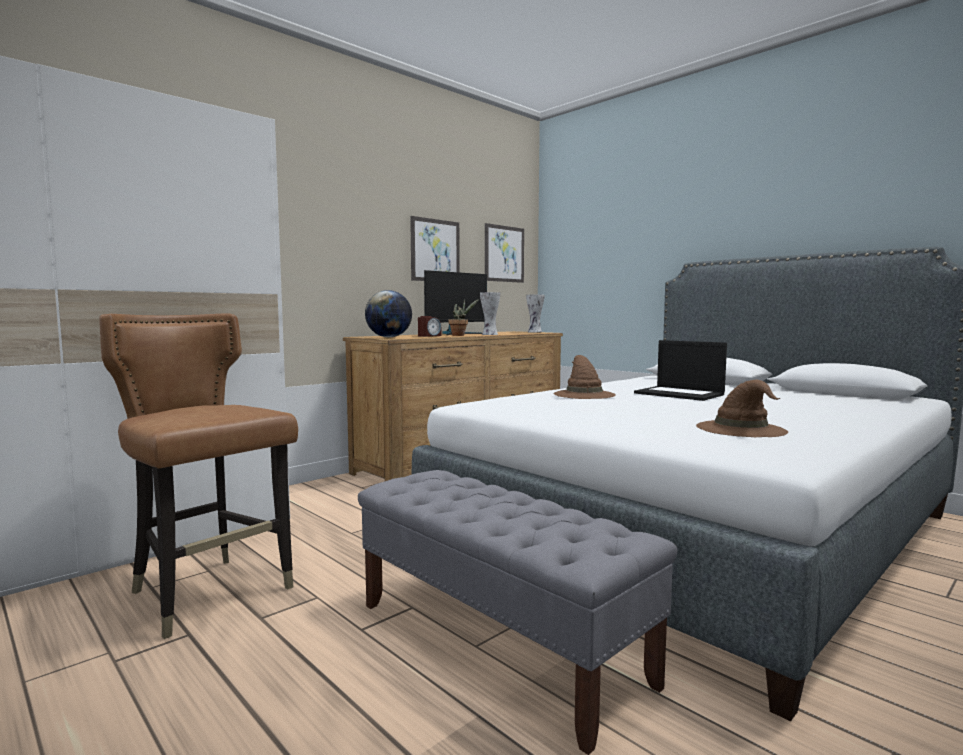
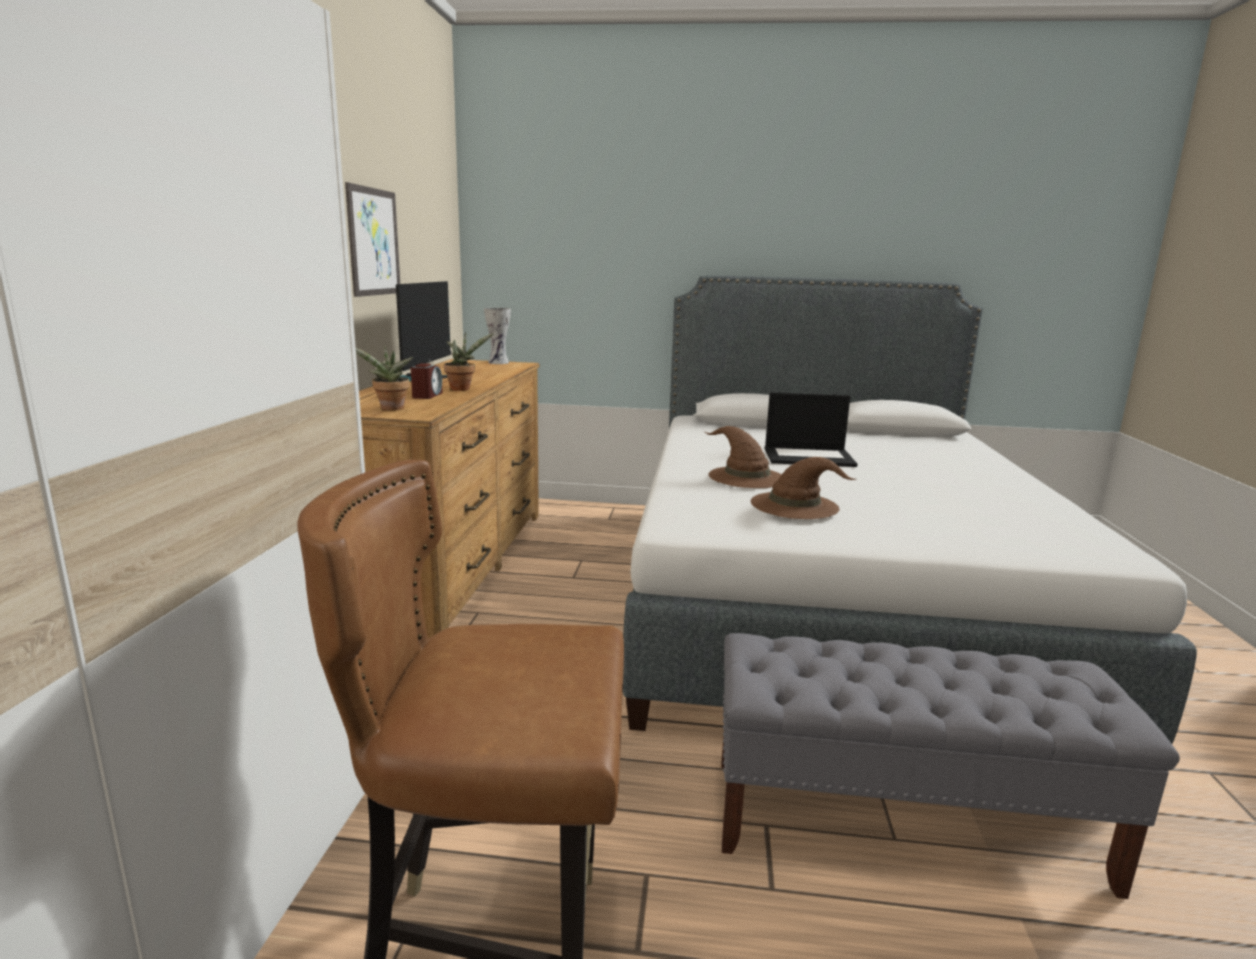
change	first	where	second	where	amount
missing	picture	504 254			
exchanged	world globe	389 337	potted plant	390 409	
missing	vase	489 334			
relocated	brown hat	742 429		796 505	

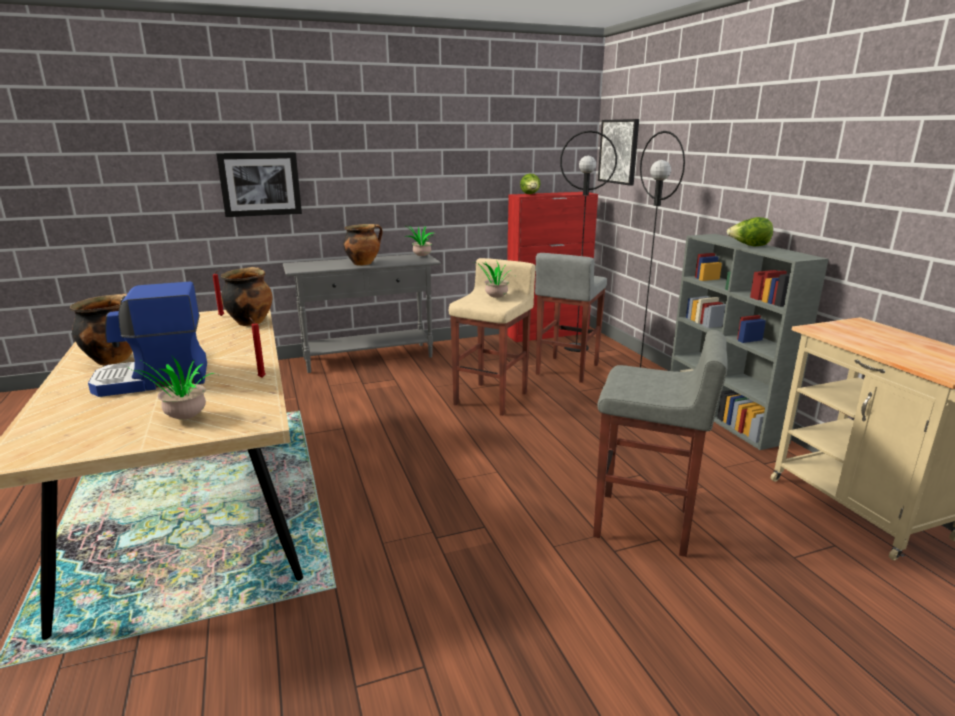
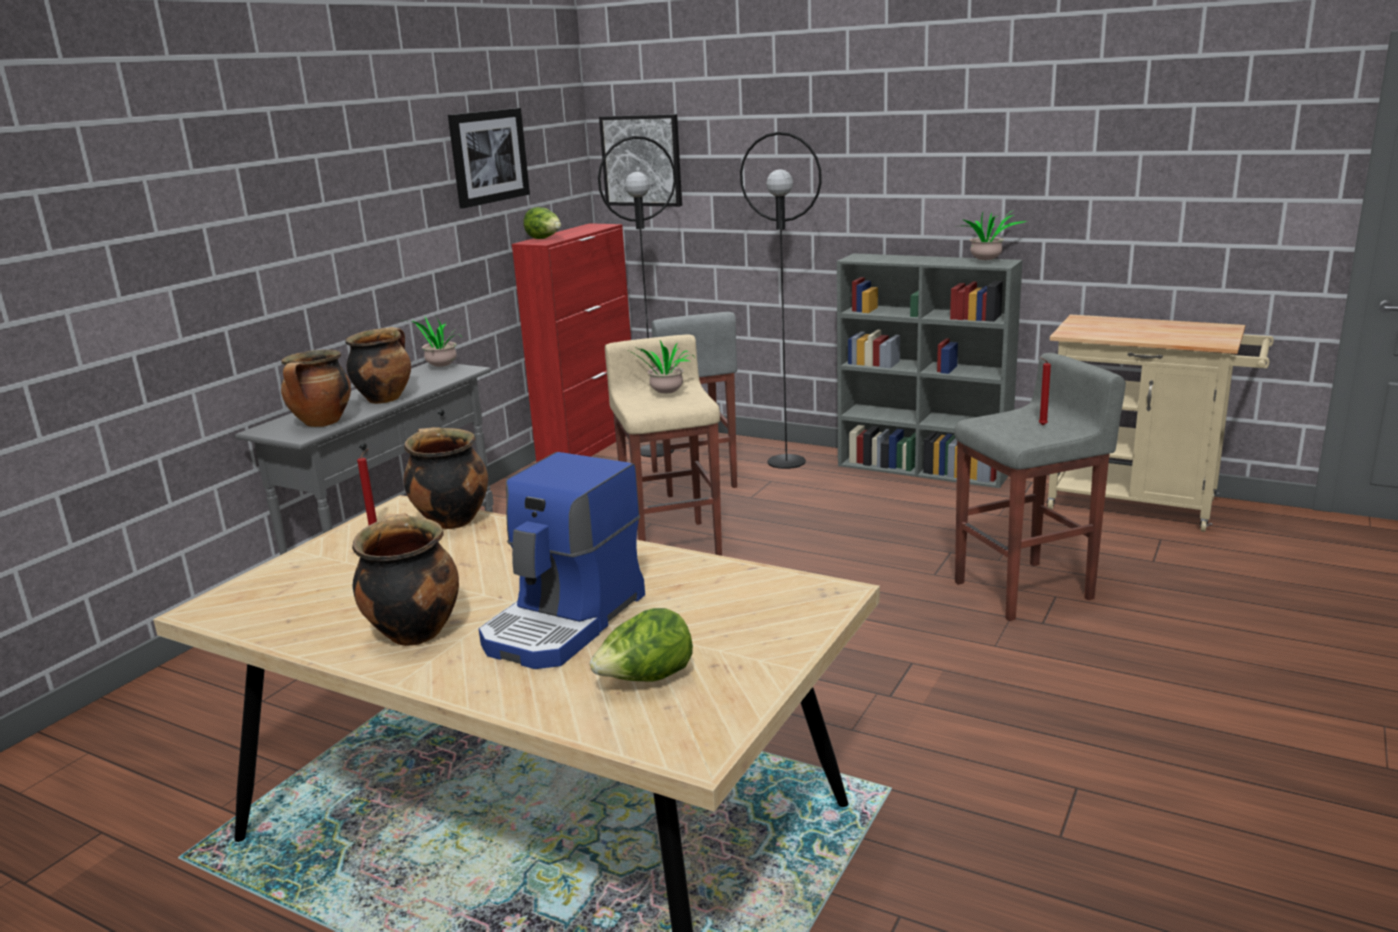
change	first	where	second	where	amount
relocated	picture	260 184		488 156	
relocated	head of lettuce	749 246		646 680	
relocated	red-coloured candle	261 377		1041 425	
relocated	potted plant	183 419		987 262	
appeared			stockpot	322 423	

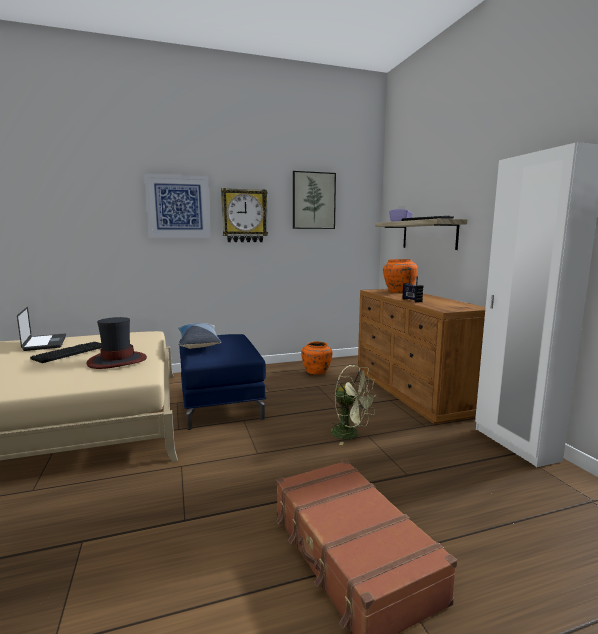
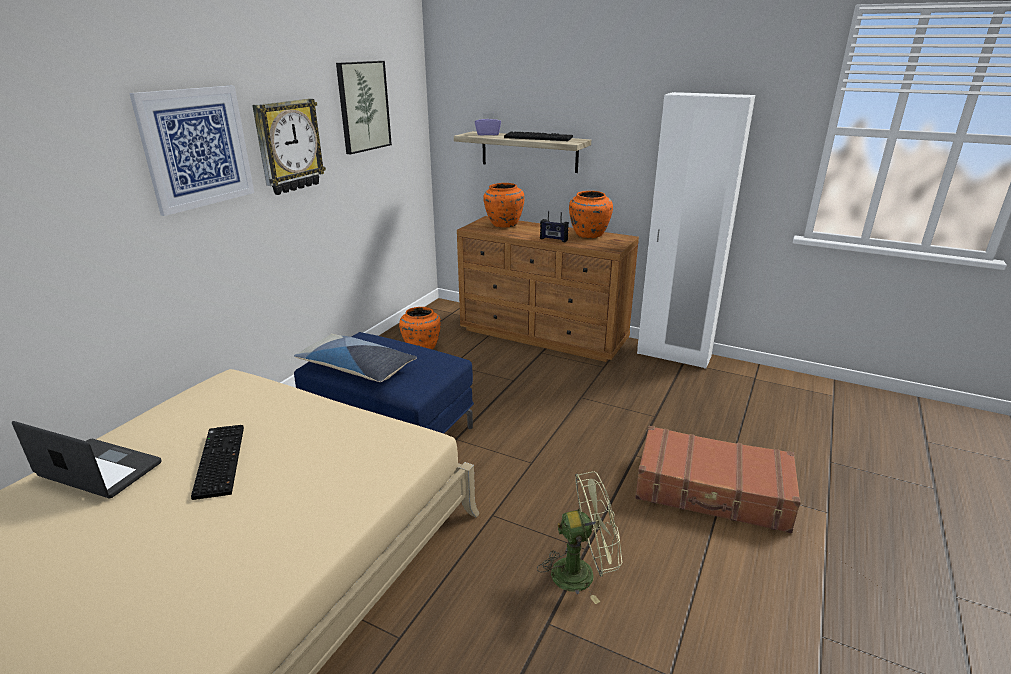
change	first	where	second	where	amount
missing	hat	117 361			
relocated	greenish cooling fan	350 434		582 572	
appeared			orange-coloured vase	588 235	

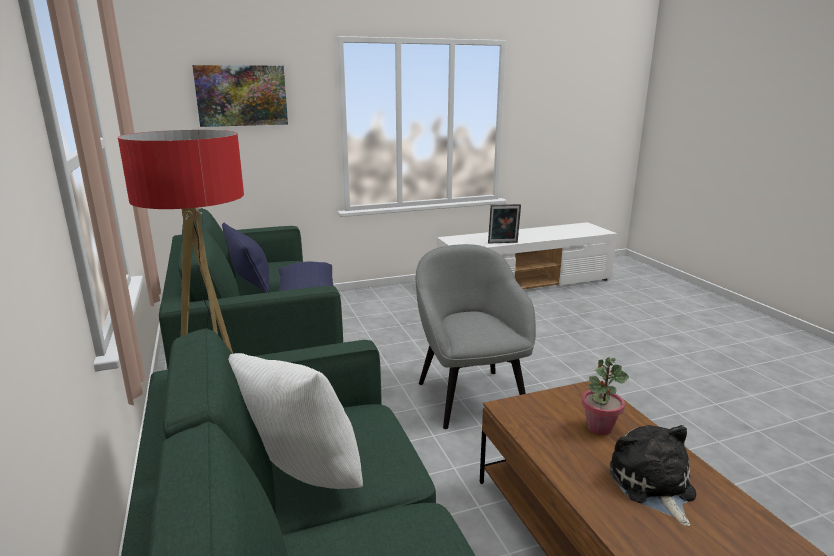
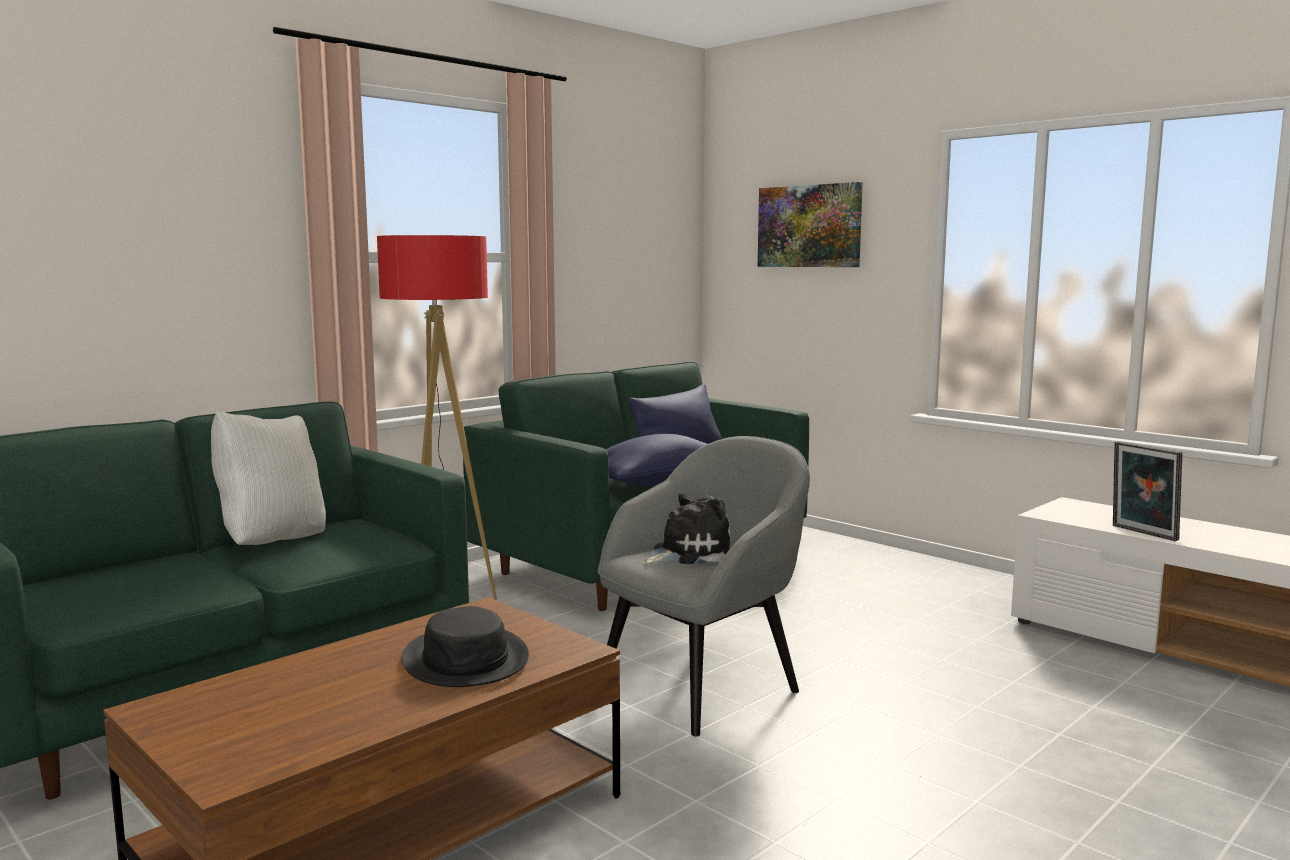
change	first	where	second	where	amount
exchanged	potted plant	599 427	black hat	466 659	
relocated	plush toy	652 486		688 553	

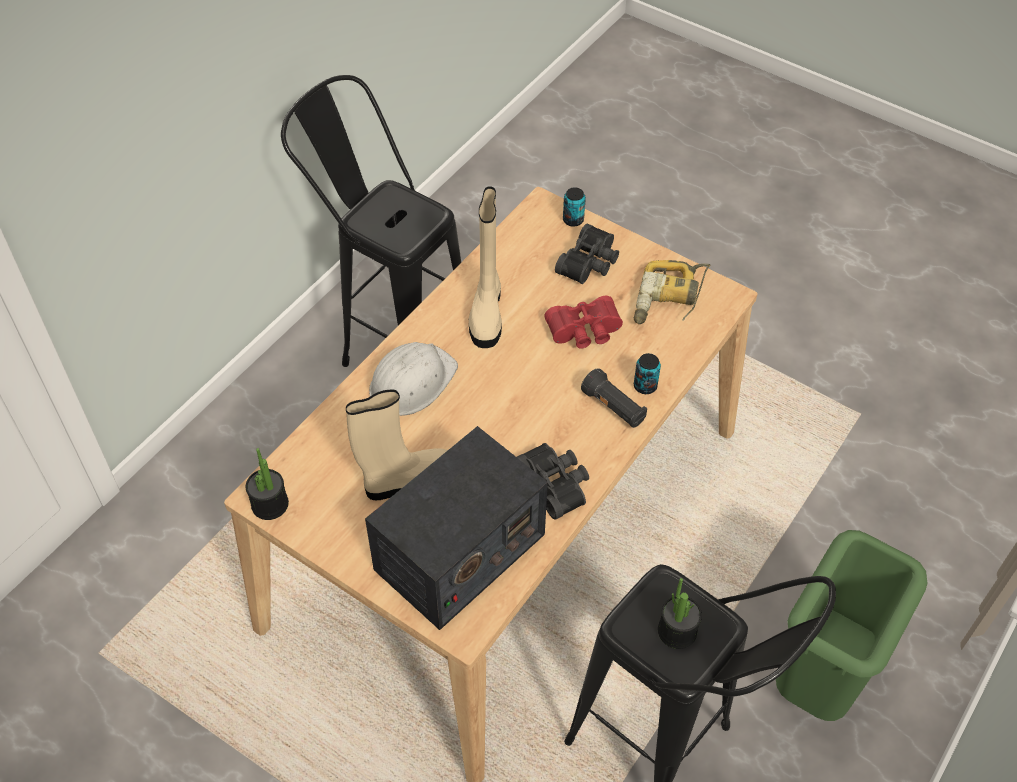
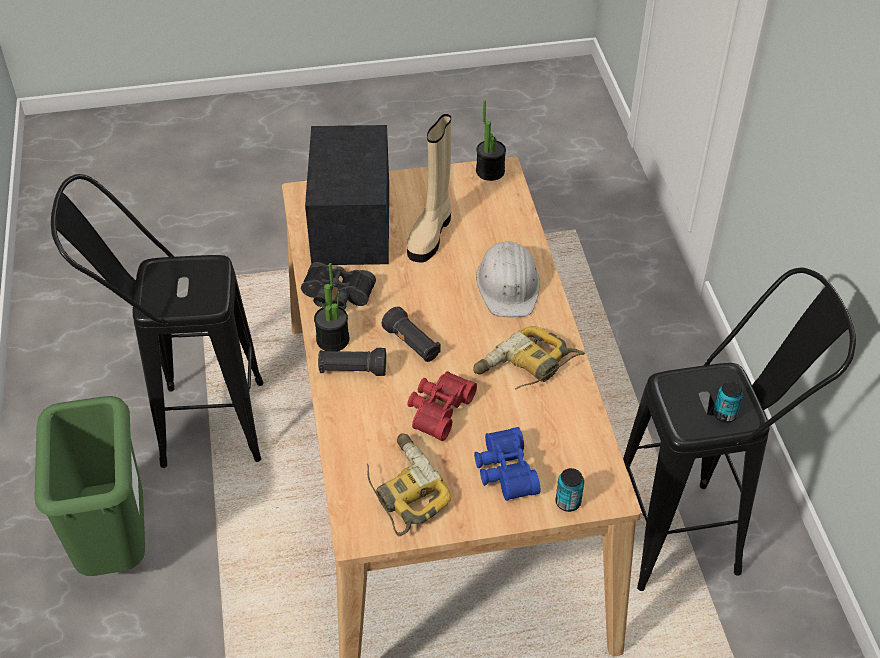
change	first	where	second	where	amount
exchanged	sand-coloured boot	487 313	electric drill	526 368	
colour	black field glasses	590 263	blue-coloured field glasses	503 472	
relocated	sealed can	645 386		724 414	
relocated	potted plant	677 631		332 340	
appeared			black hand torch	412 344	

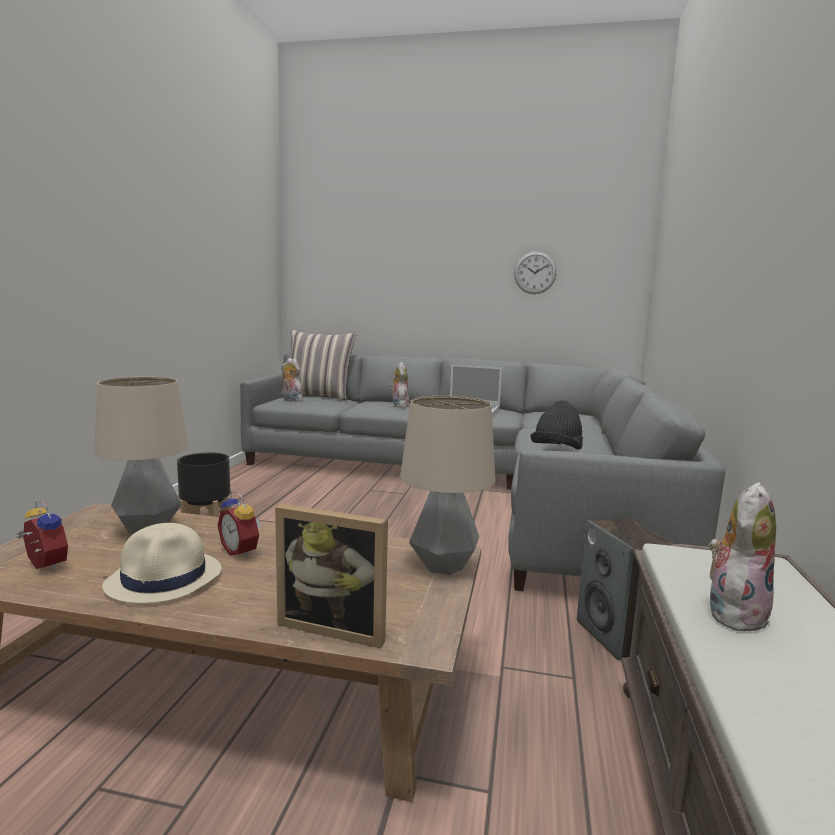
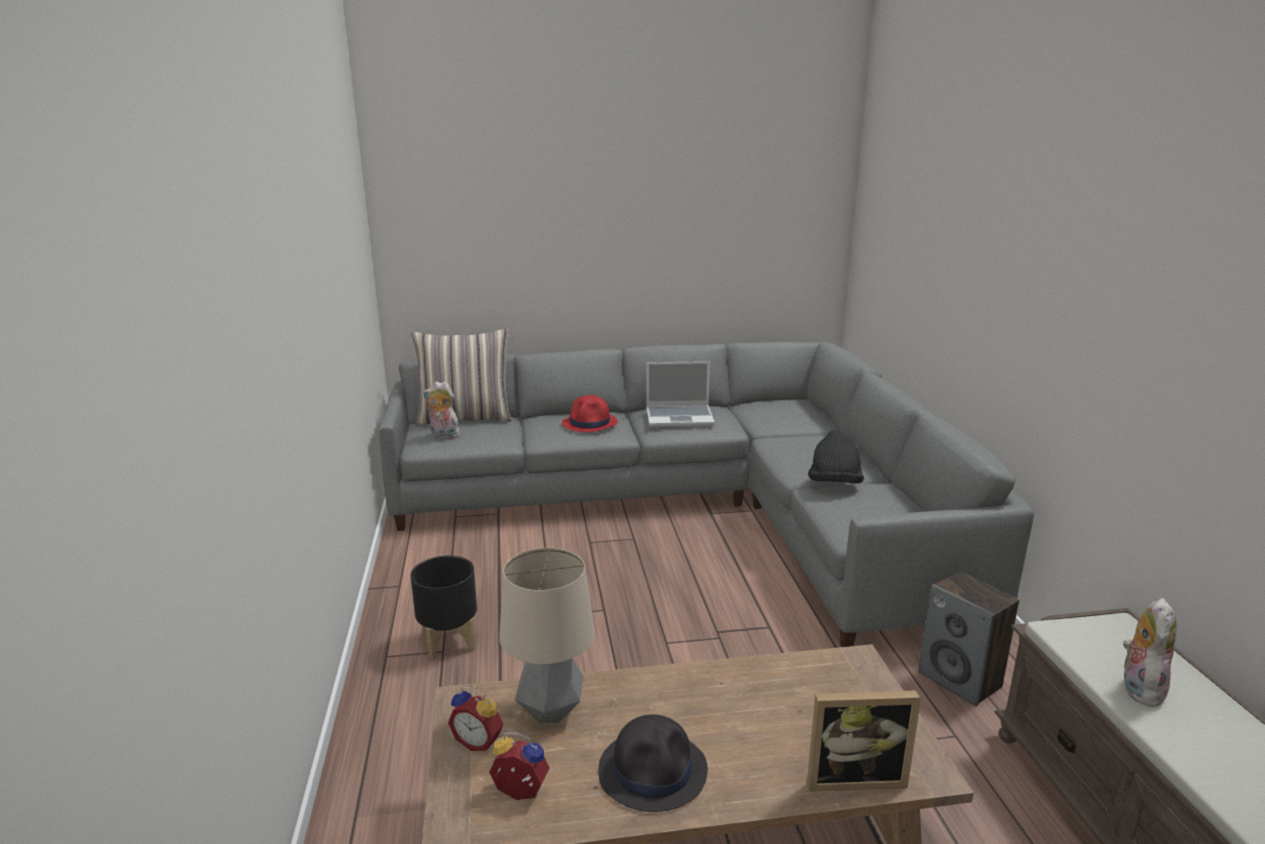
change	first	where	second	where	amount
missing	clock on the wall	535 273			
exchanged	plush toy	399 405	red-coloured hat	590 423	
missing	table lamp	443 566			
relocated	alarm clock	242 551		479 741	
colour	sand-coloured hat	165 578	black hat	653 770	

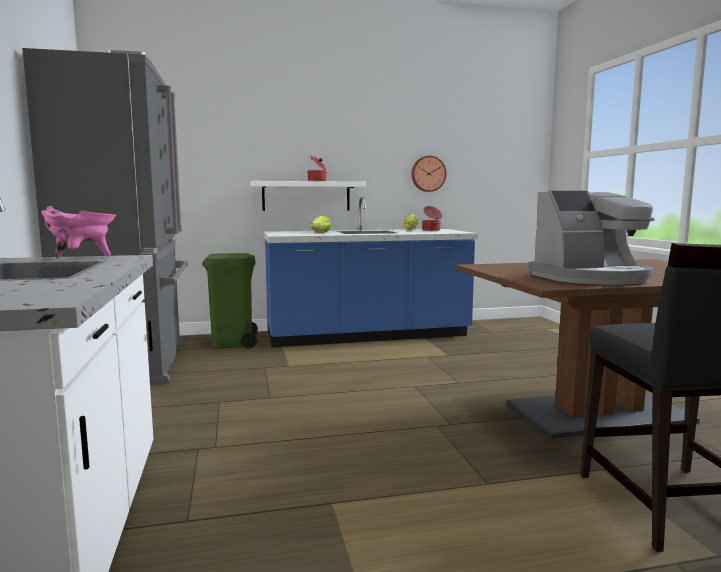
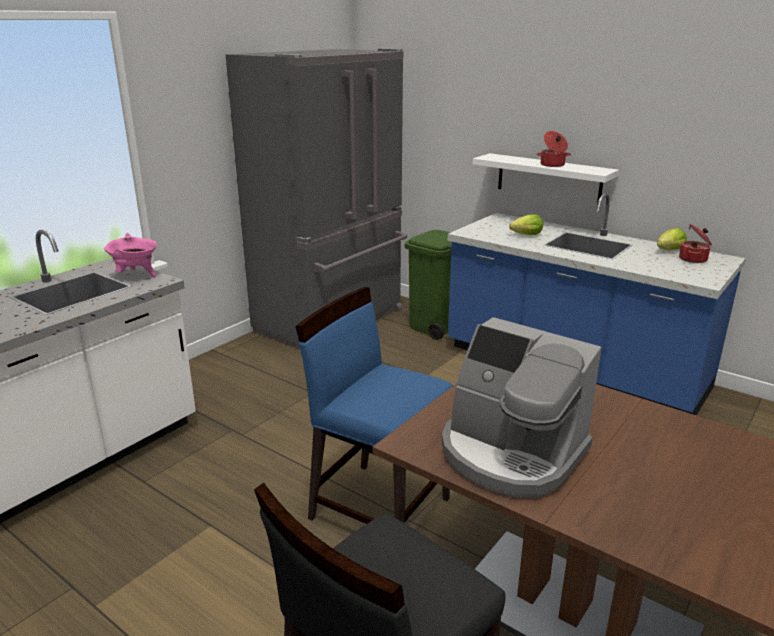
change	first	where	second	where	amount
missing	clock on the wall	428 173			
appeared			blue-coloured upright chair	379 507	

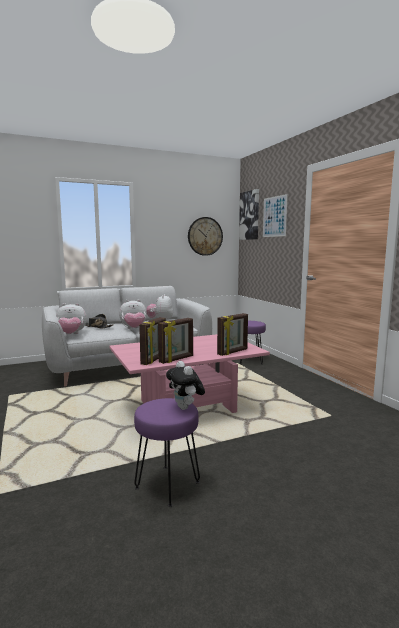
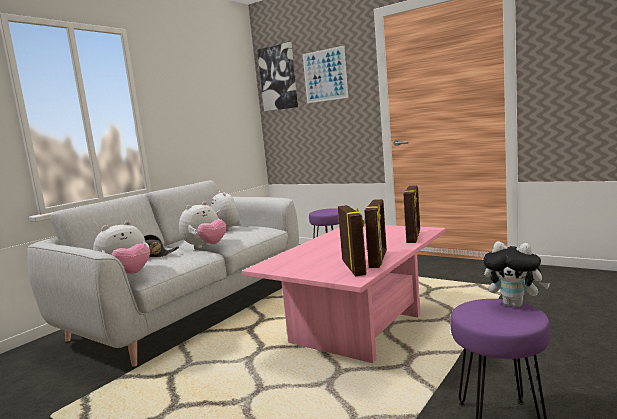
change	first	where	second	where	amount
missing	clock on the wall	205 236			

